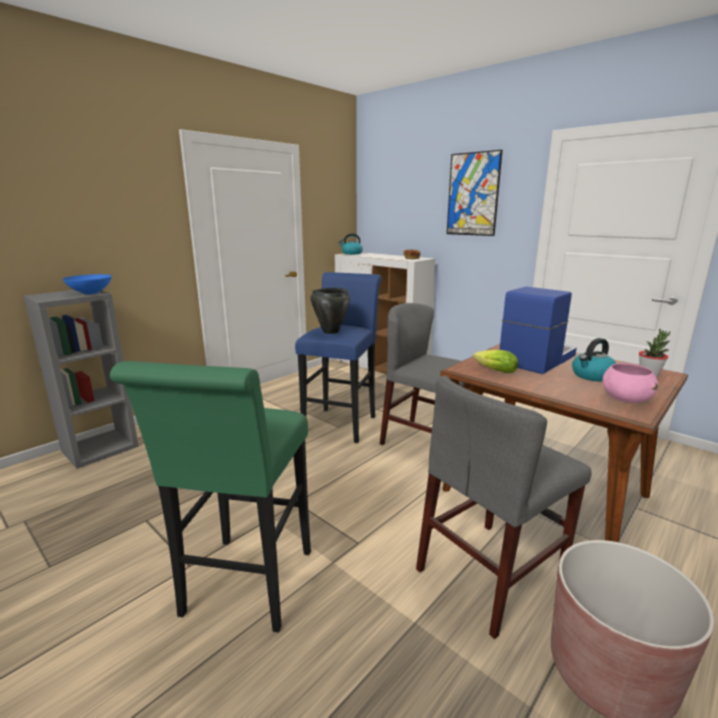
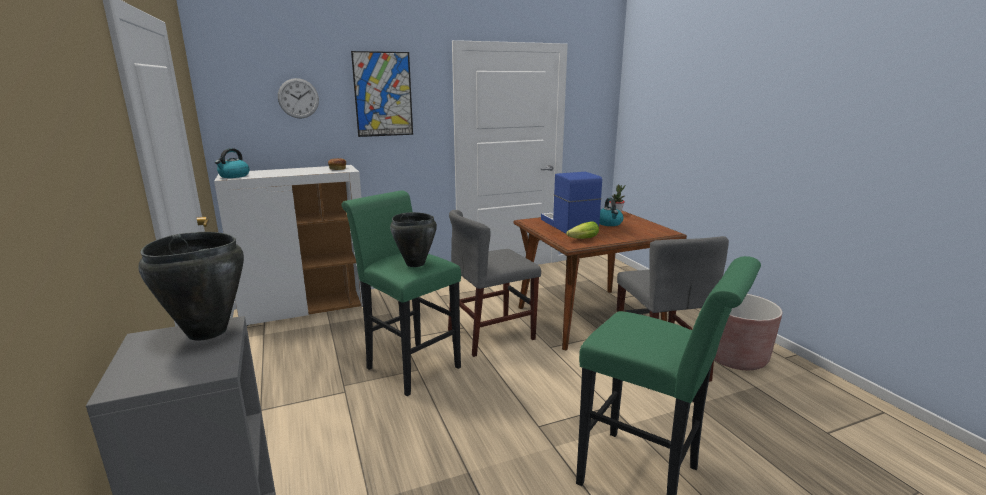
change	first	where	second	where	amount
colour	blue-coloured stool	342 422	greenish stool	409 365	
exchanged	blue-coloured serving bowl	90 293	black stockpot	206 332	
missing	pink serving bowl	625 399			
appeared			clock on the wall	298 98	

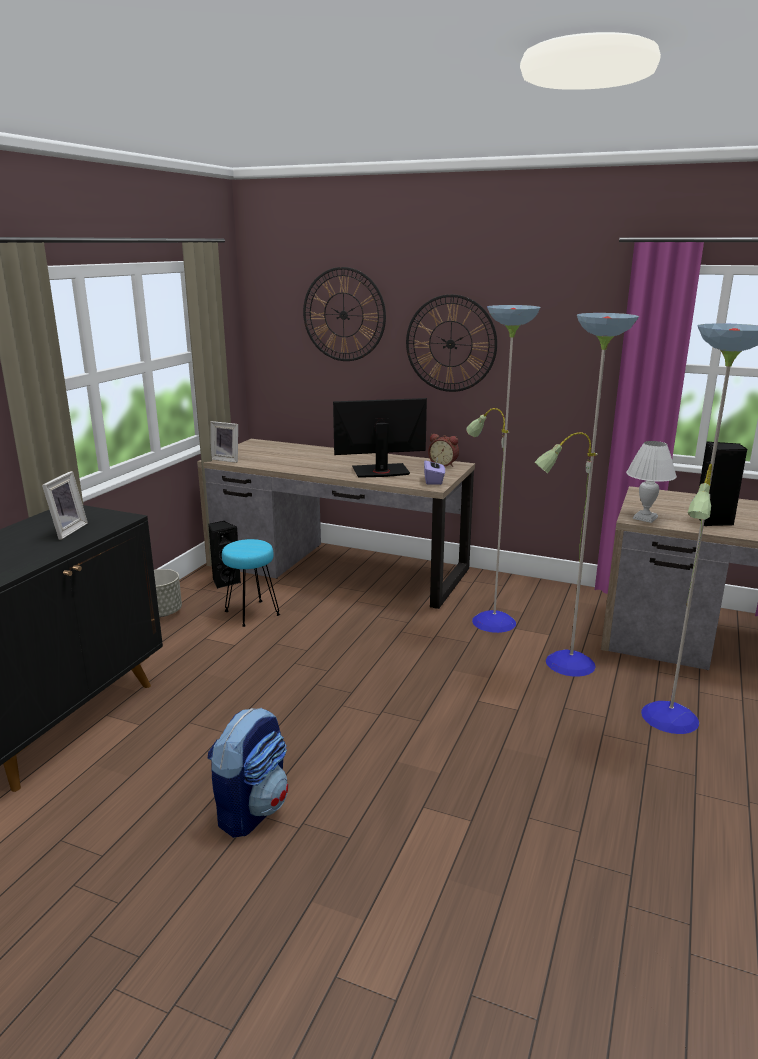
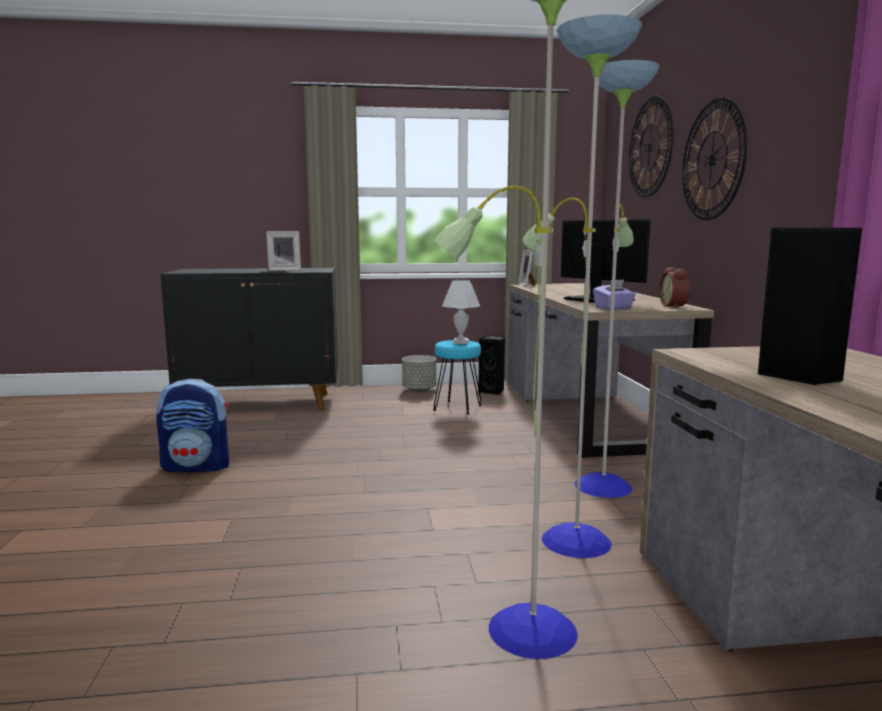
change	first	where	second	where	amount
relocated	white-coloured table lamp	645 518		461 342	

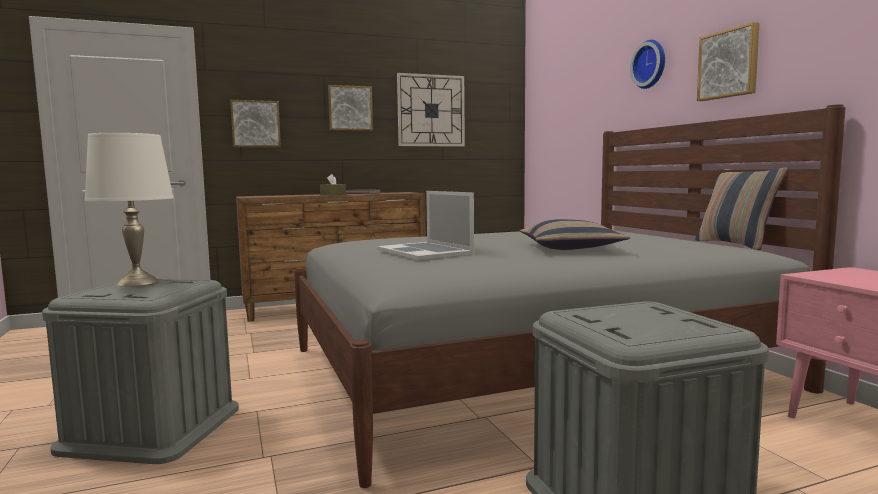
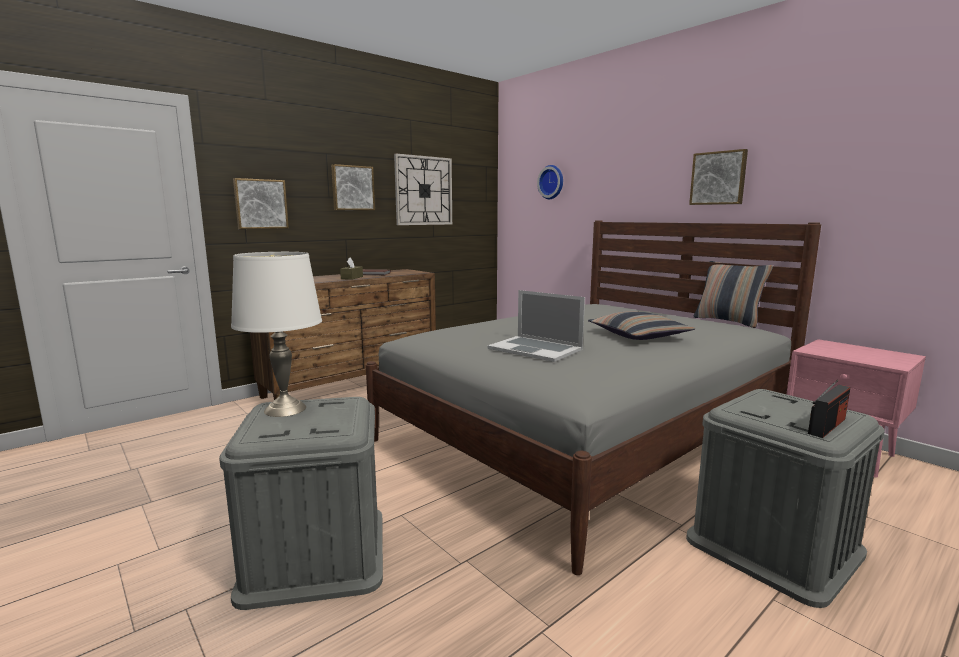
change	first	where	second	where	amount
relocated	clock on the wall	651 64		552 182	
appeared			radio set	827 426	

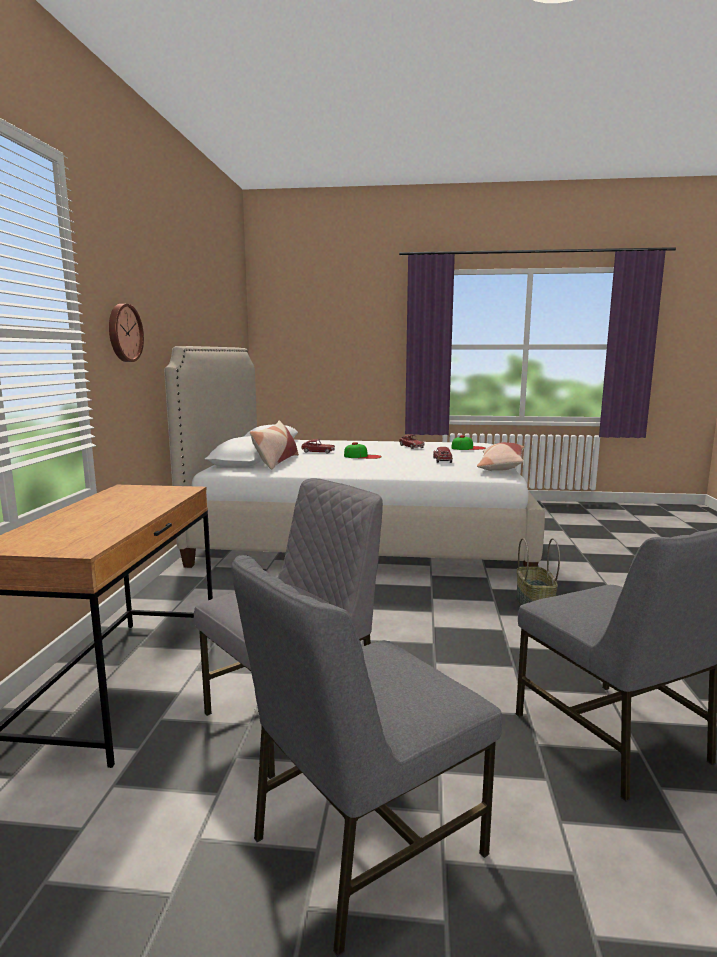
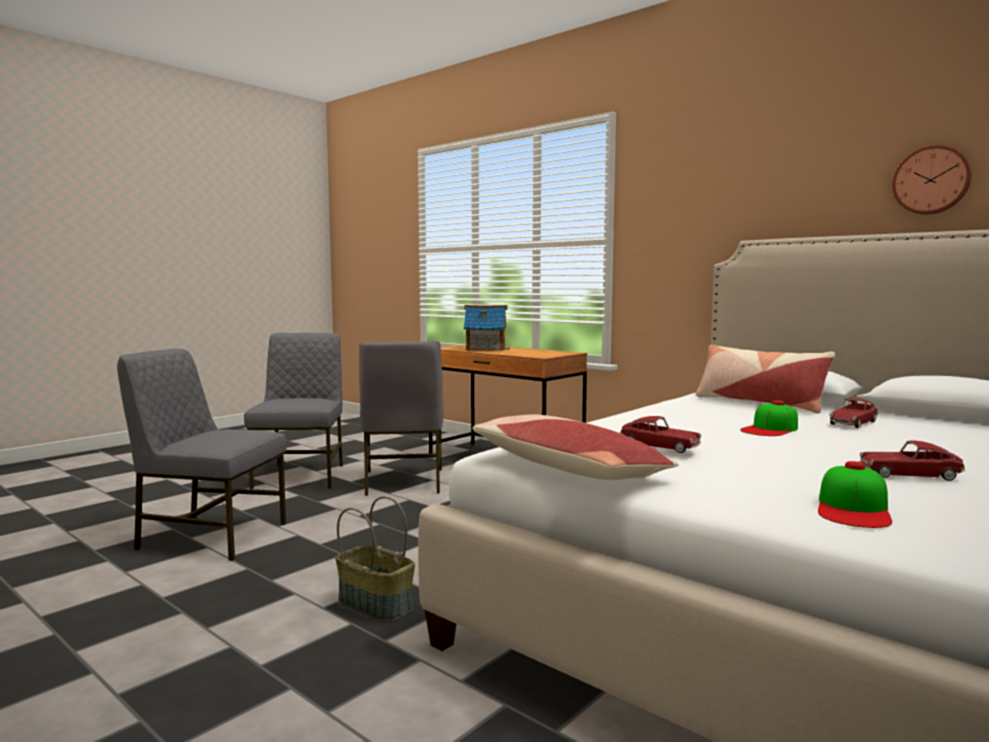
change	first	where	second	where	amount
relocated	clock on the wall	123 333		931 180	
appeared			toy house	485 349	

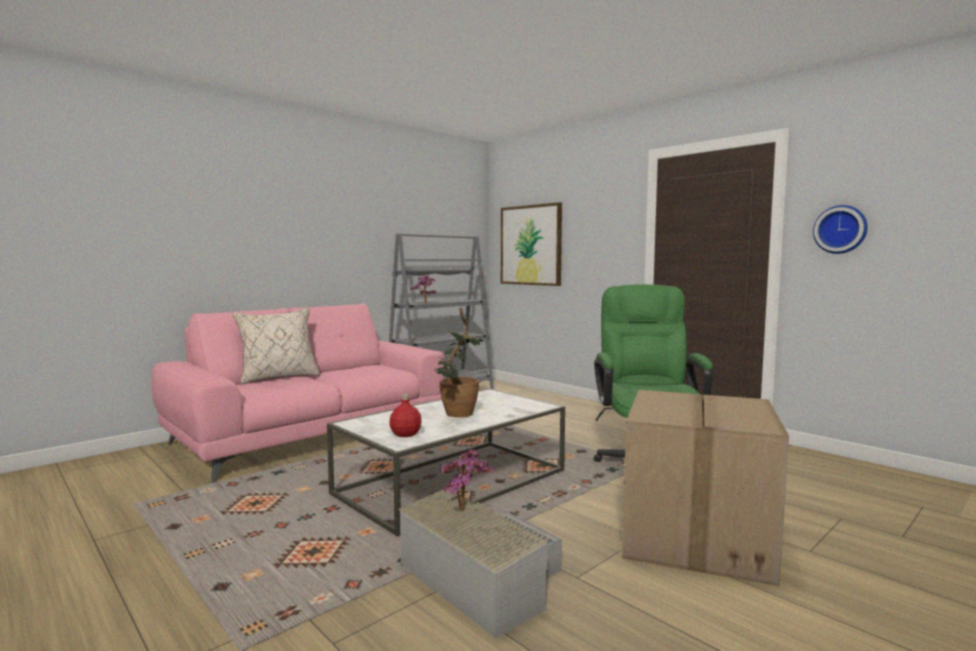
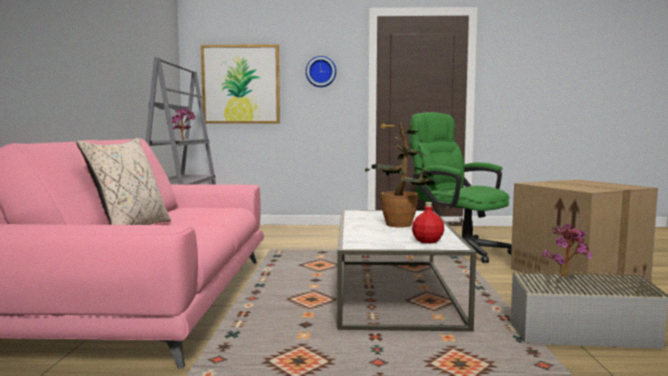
change	first	where	second	where	amount
relocated	clock on the wall	840 229		321 72	

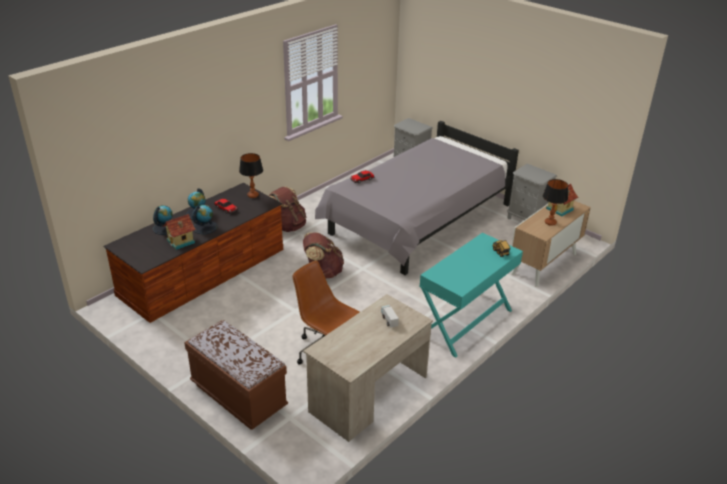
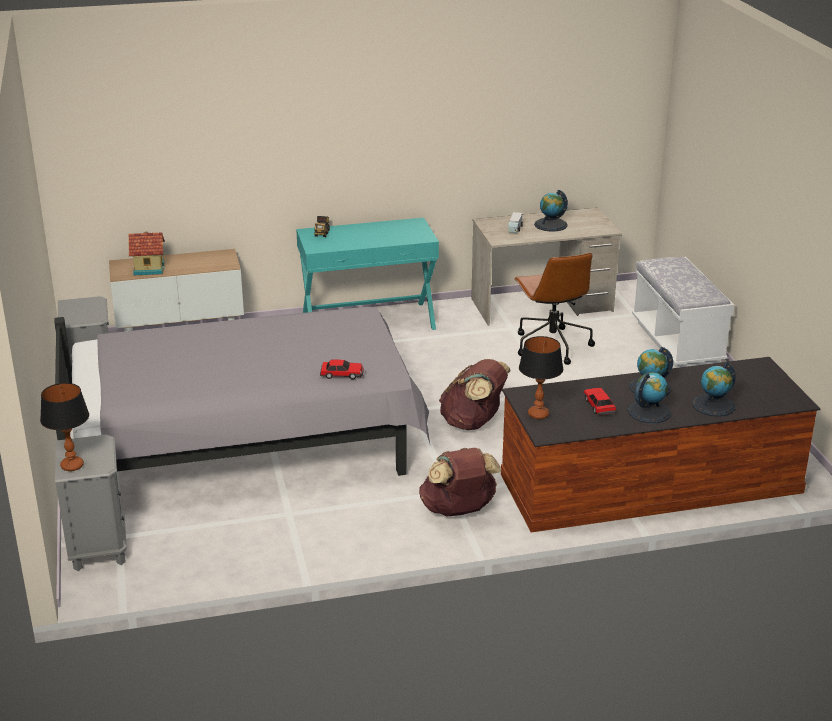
change	first	where	second	where	amount
relocated	table lamp	550 223		72 466	
missing	toy house	181 241			
colour	brown bench	238 396	white-coloured bench	677 342	
appeared			world globe	550 225	

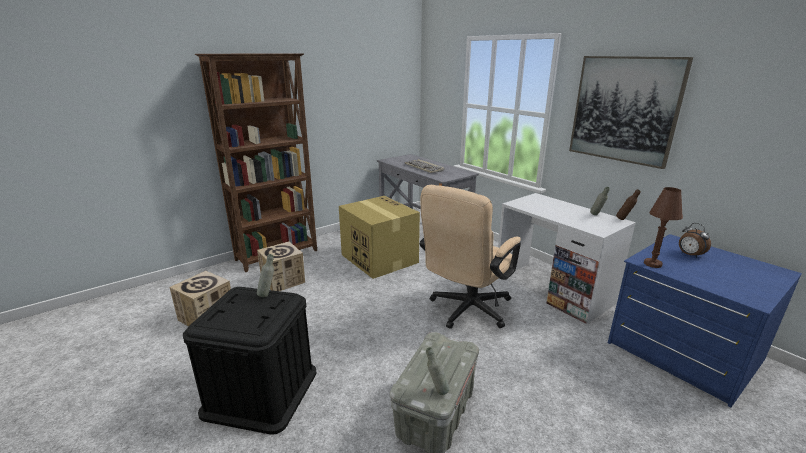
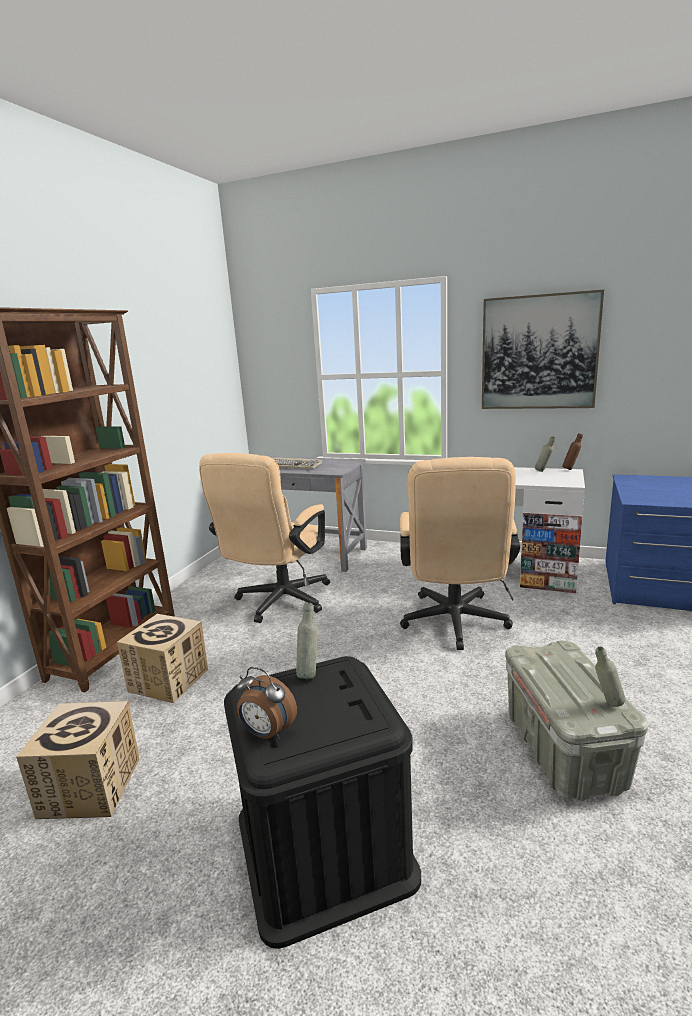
change	first	where	second	where	amount
missing	brown table lamp	652 264			
exchanged	cardboard box	378 258	sand-coloured desk chair	278 603	
relocated	alarm clock	689 255		267 733	

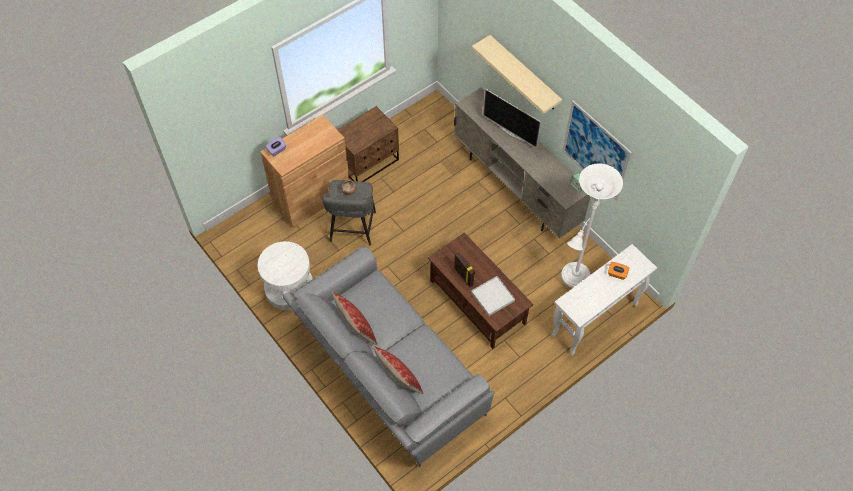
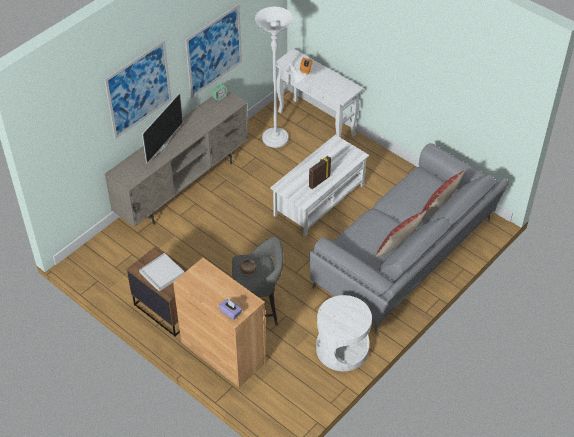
change	first	where	second	where	amount
exchanged	sand-coloured wall shelf	524 74	picture	139 89	
colour	brown lounge table	477 302	white-coloured lounge table	319 200	
relocated	white-coloured serving tray	492 296		162 273	

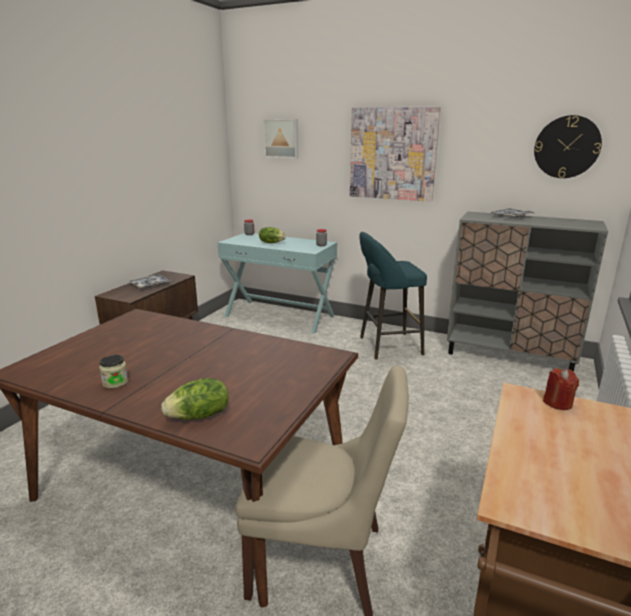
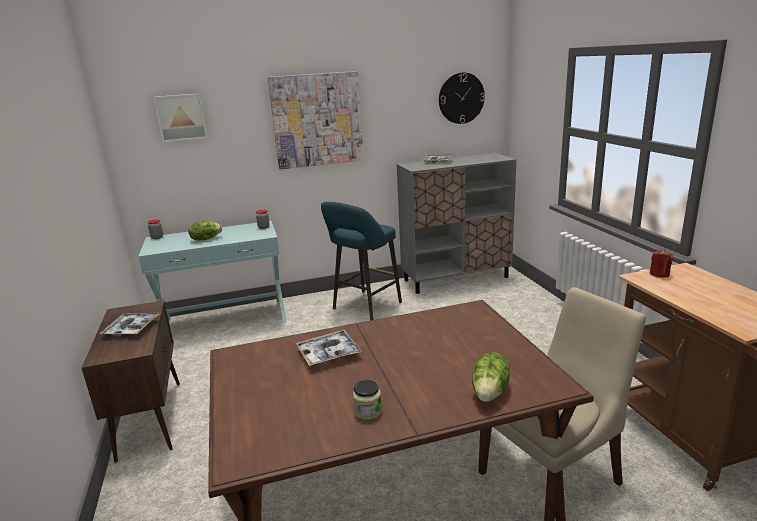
change	first	where	second	where	amount
appeared			serving tray	328 353	

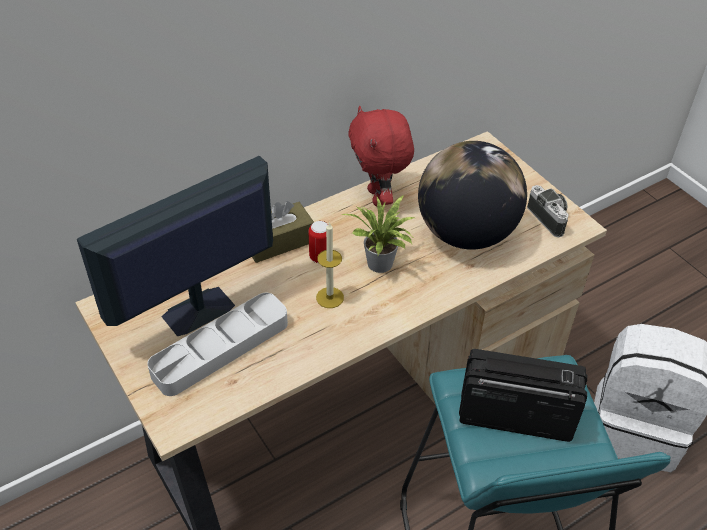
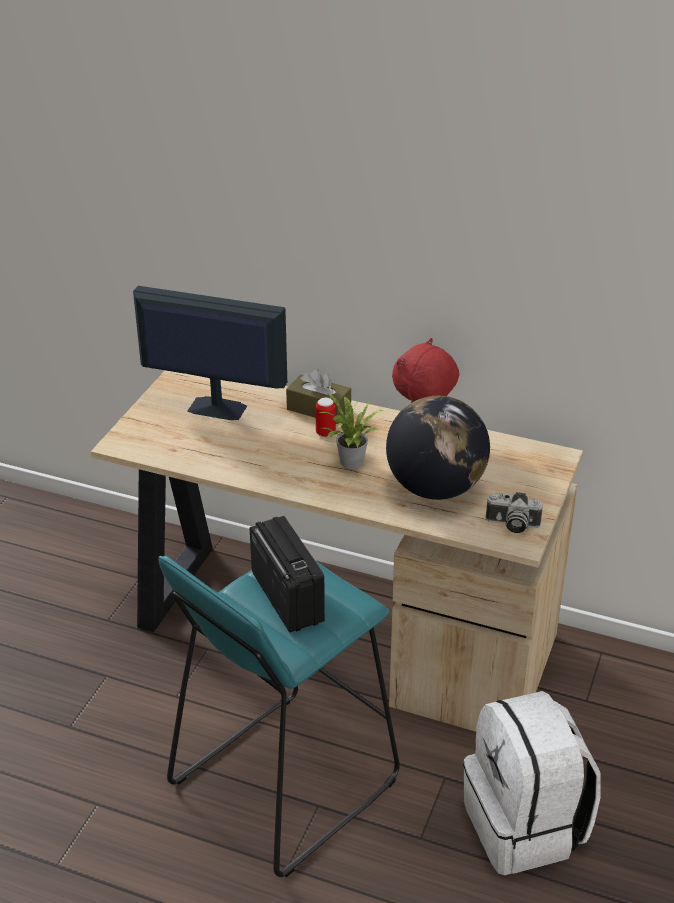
change	first	where	second	where	amount
spun	photo camera	550 218		511 524	75 degrees clockwise
missing	candle	329 297			
missing	greyish serving tray	221 348			

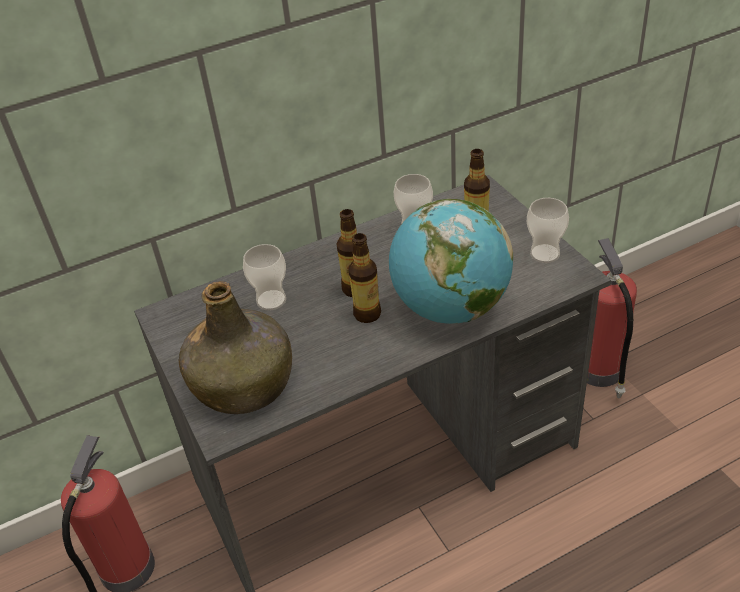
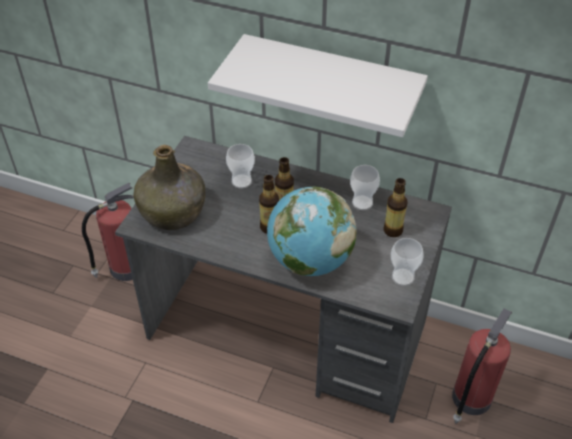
change	first	where	second	where	amount
appeared			white-coloured wall shelf	331 82	

